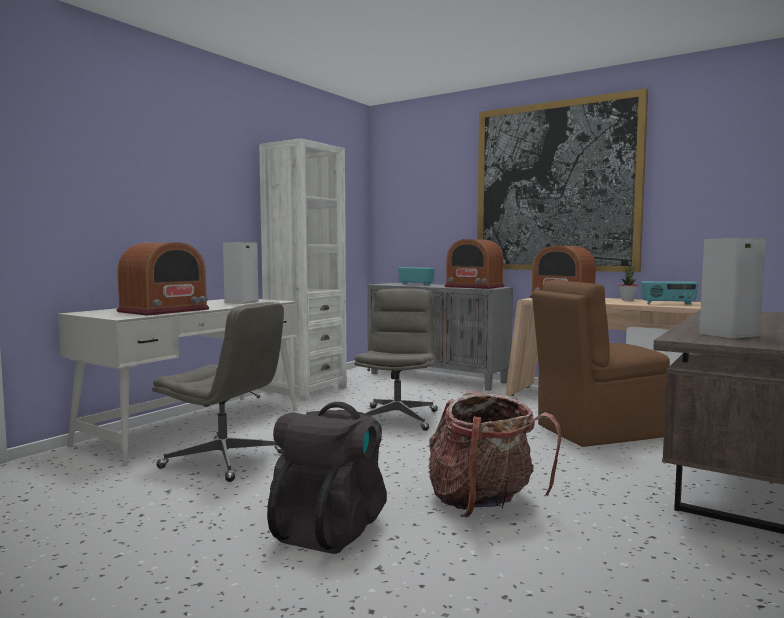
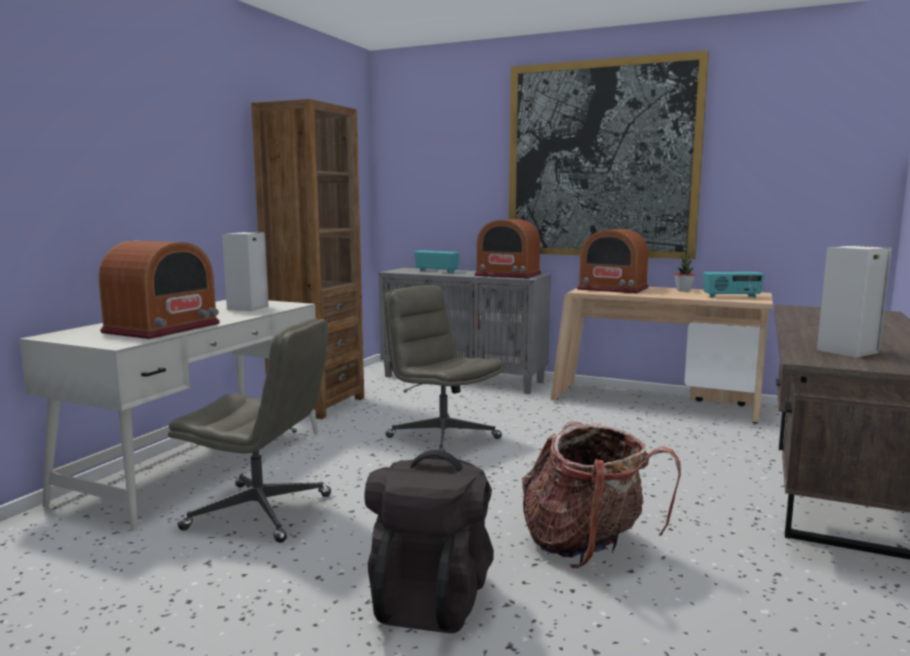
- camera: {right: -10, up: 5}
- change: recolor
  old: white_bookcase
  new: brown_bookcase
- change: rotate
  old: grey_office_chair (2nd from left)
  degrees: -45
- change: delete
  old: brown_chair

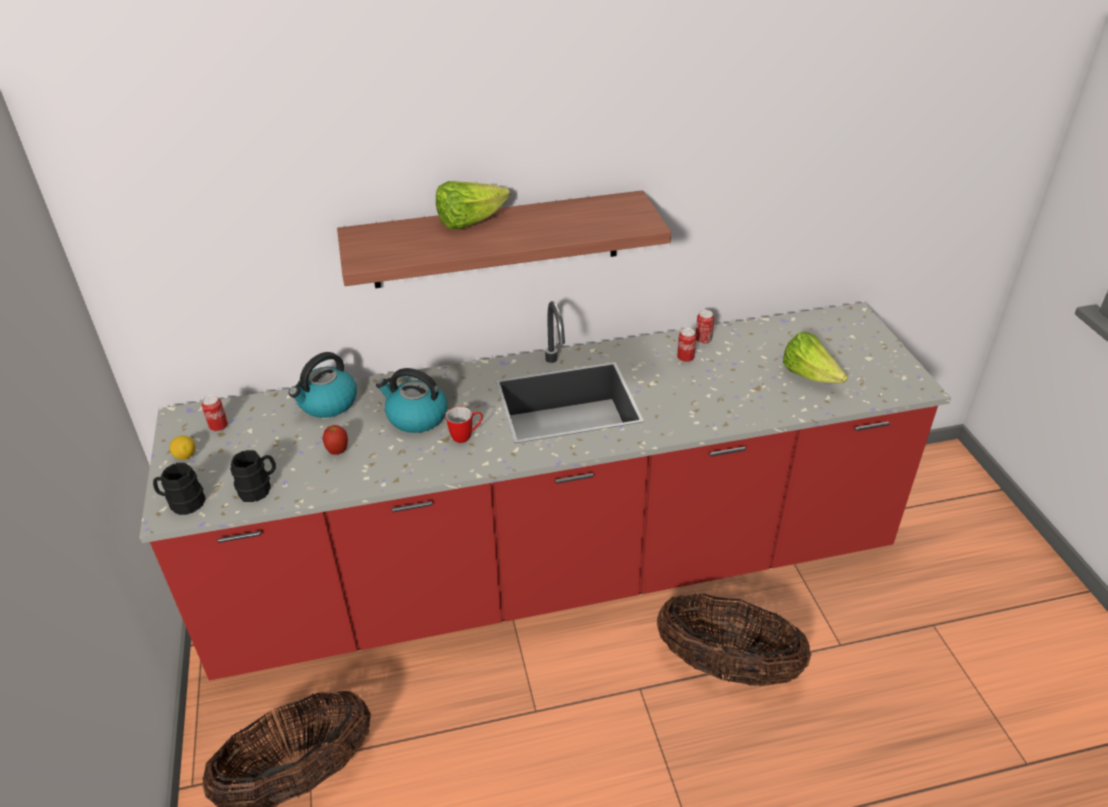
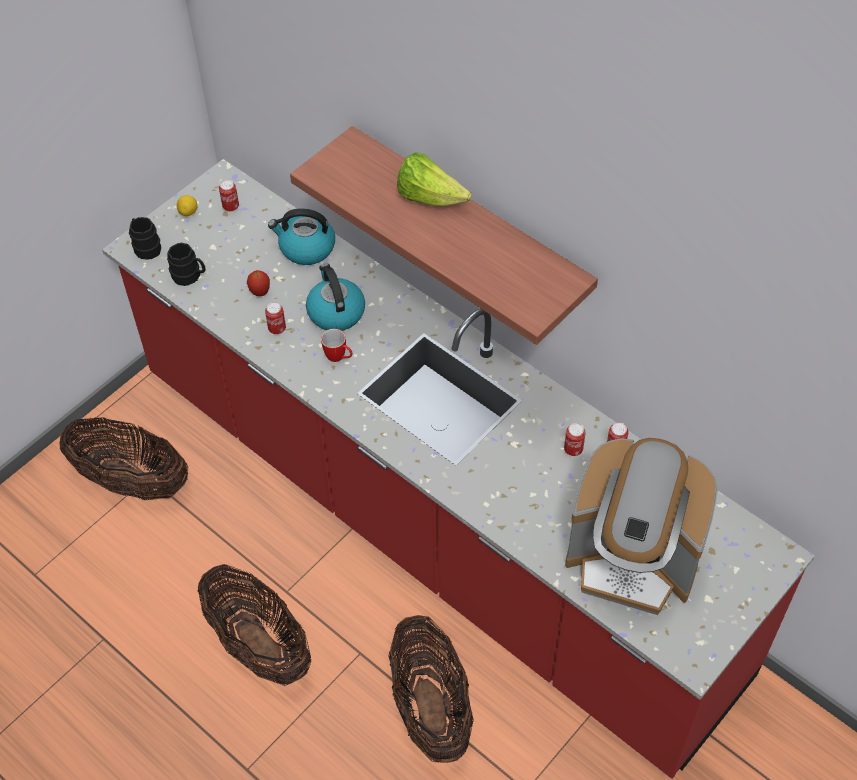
- camera: {right: 55, up: 15}
- change: replace
  old: lettuce (2nd from left)
  new: coffee_machine
- change: insert
  new: basket (2nd from left)
- change: insert
  new: can (2nd from left)

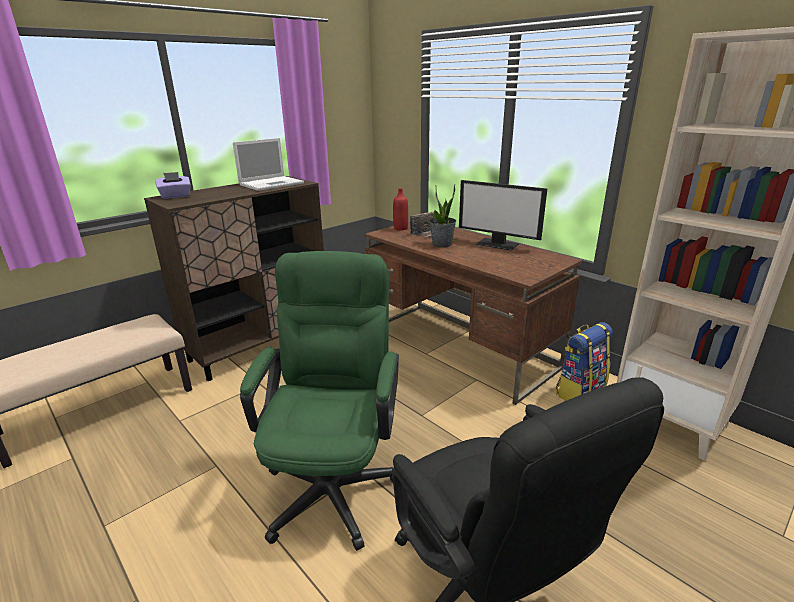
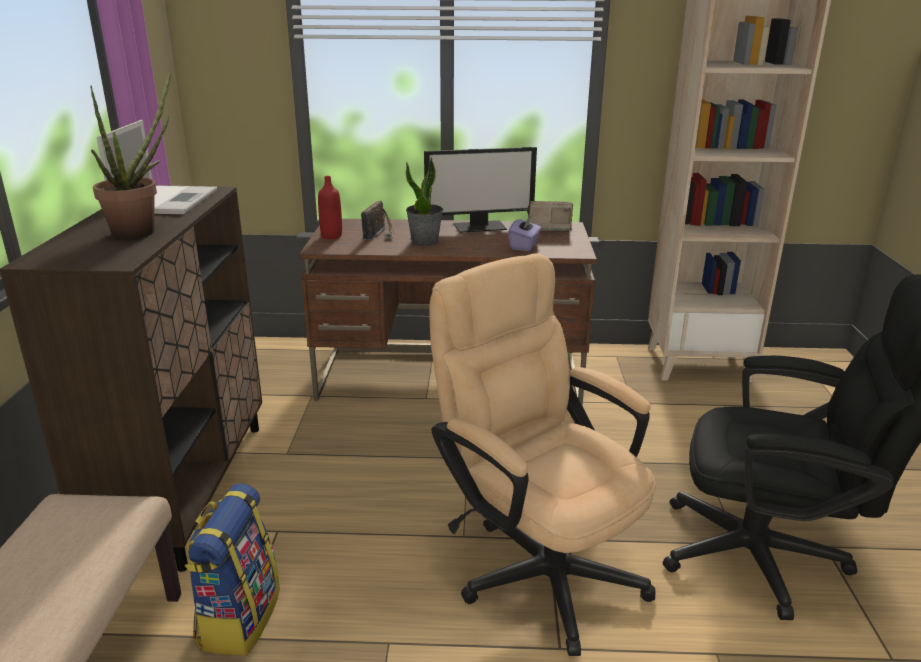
- camera: {right: -45, up: 0}
- change: move
  old: purple_tissue_box
- change: recolor
  old: green_office_chair
  new: beige_office_chair
- change: move
  old: backpack
- change: insert
  new: potted_plant (1st from left)
- change: insert
  new: radio (2nd from left)

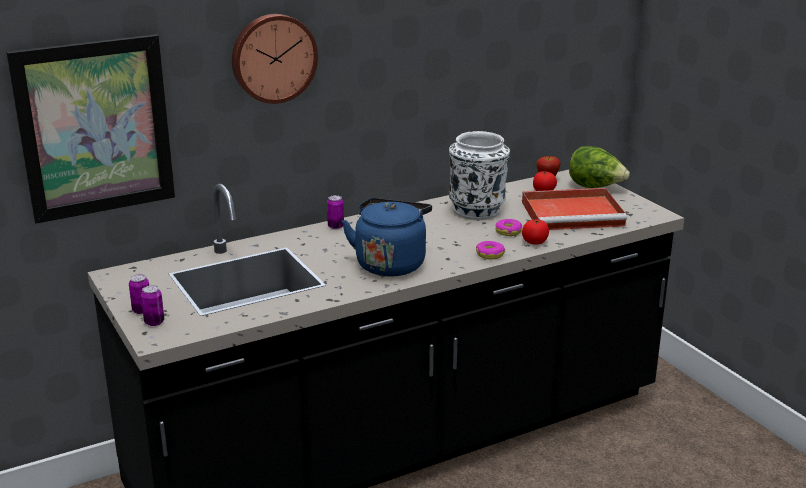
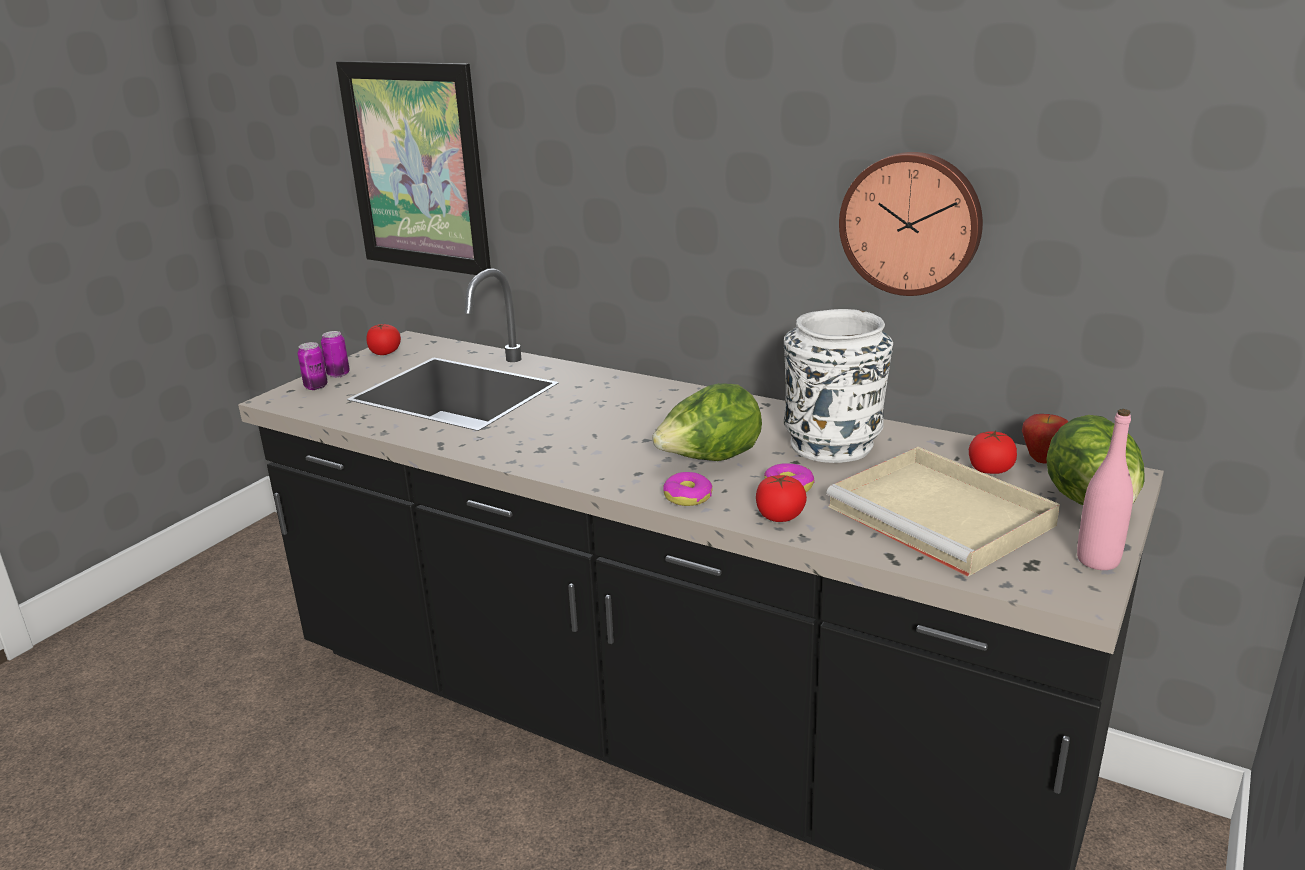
- camera: {right: 60, up: 0}
- change: move
  old: wall_clock
- change: delete
  old: can (3rd from left)
- change: delete
  old: blue_kettle
- change: recolor
  old: red_tray
  new: beige_tray
- change: insert
  new: tomato (1st from left)
- change: insert
  new: lettuce (1st from left)
- change: insert
  new: pink_bottle

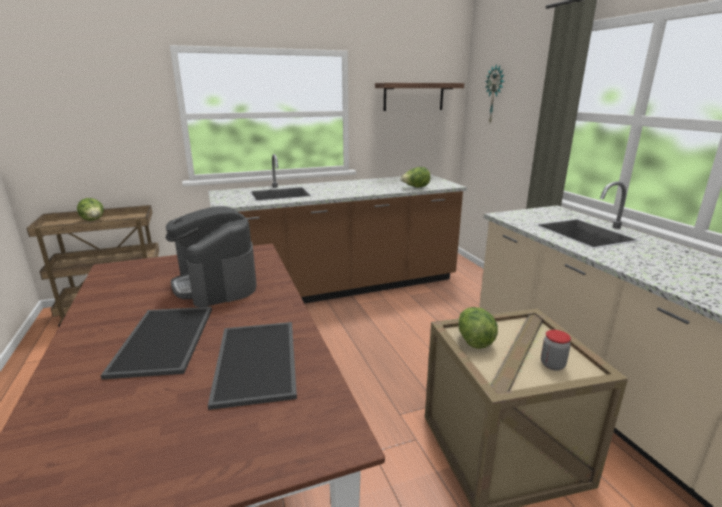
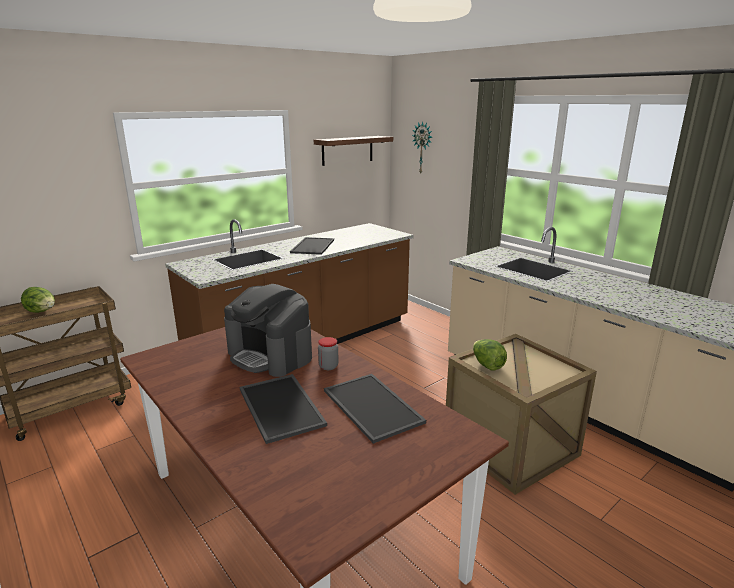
- camera: {right: -20, up: 0}
- change: delete
  old: lettuce (2nd from left)
- change: move
  old: jar
- change: insert
  new: tray (2nd from left)

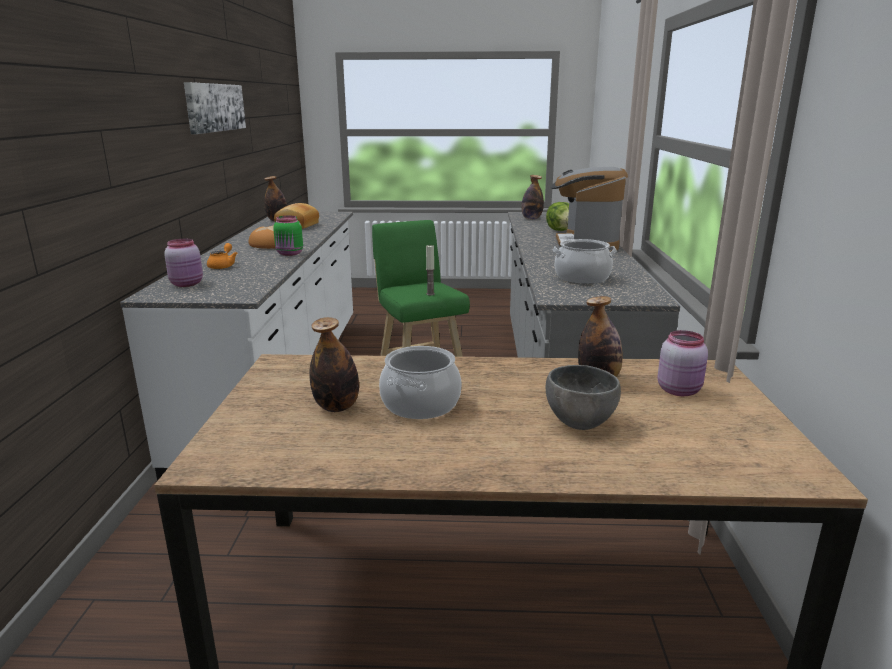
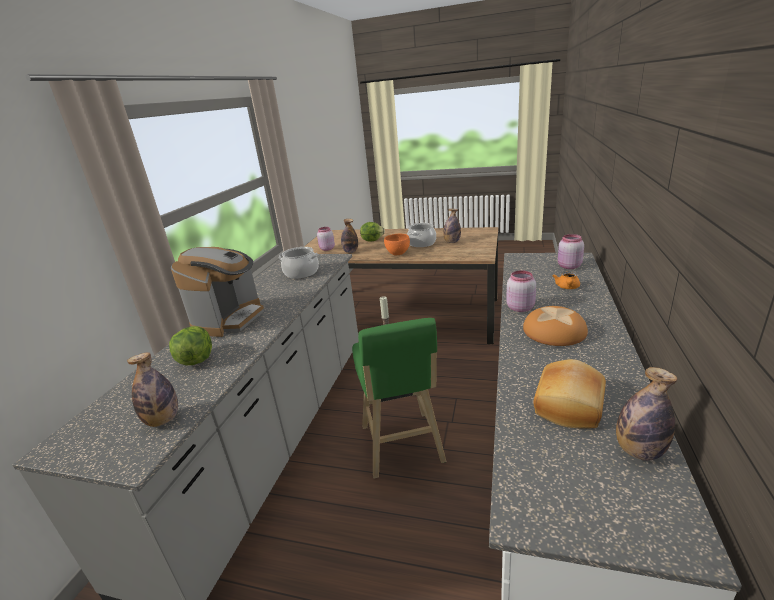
- camera: {right: -165, up: 5}
- change: delete
  old: picture
- change: recolor
  old: green_jar
  new: pink_jar (2nd from left)
- change: replace
  old: grey_bowl
  new: lettuce (2nd from left)
- change: insert
  new: orange_bowl

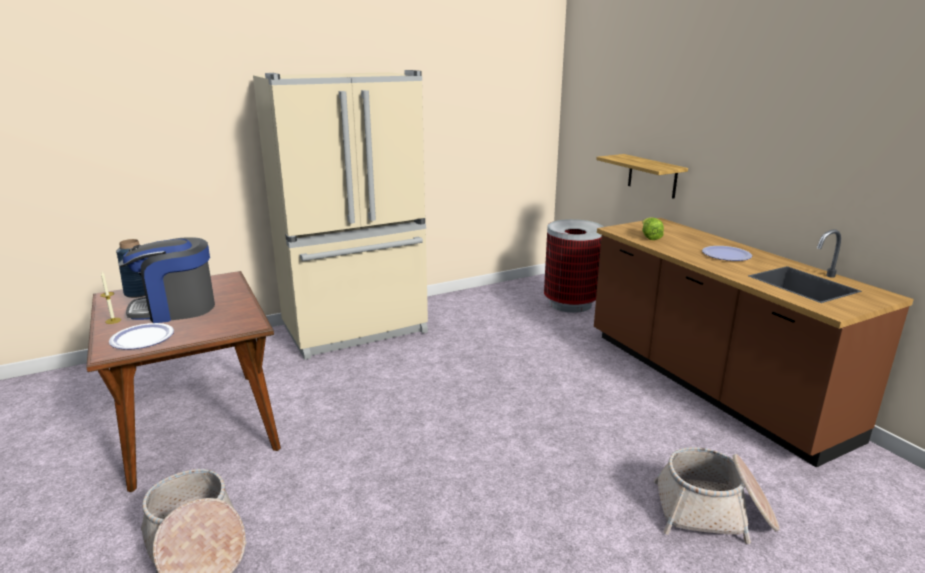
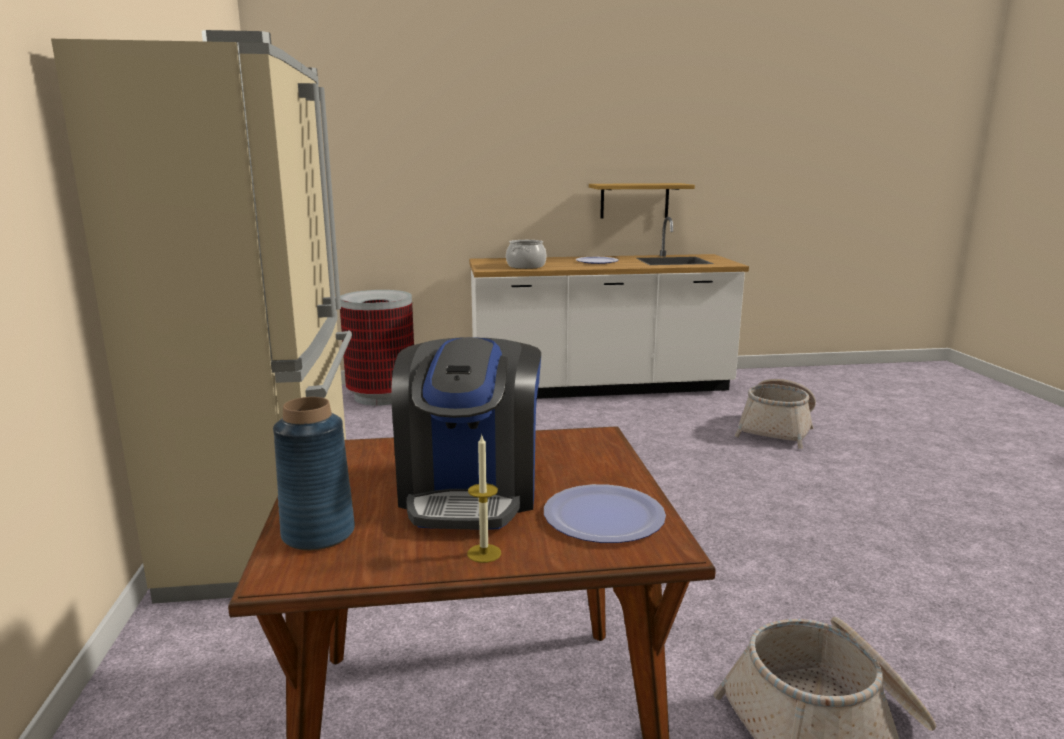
- camera: {right: -70, up: -5}
- change: recolor
  old: brown_counter
  new: white_counter
- change: move
  old: shelf
- change: replace
  old: lettuce
  new: cooking_pot

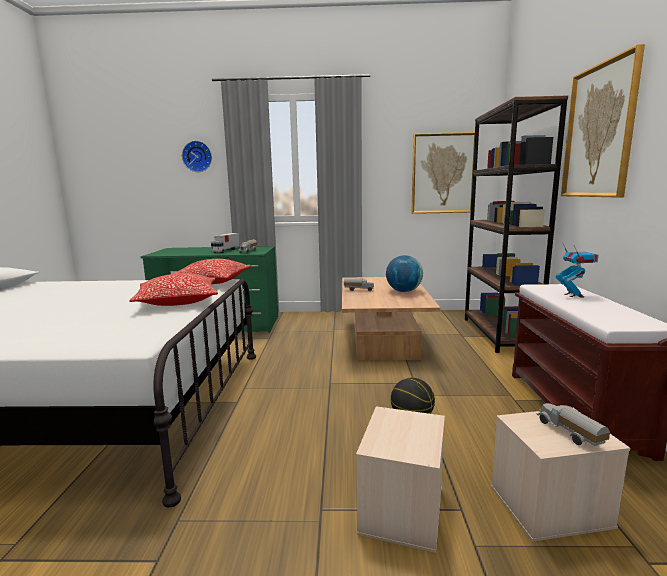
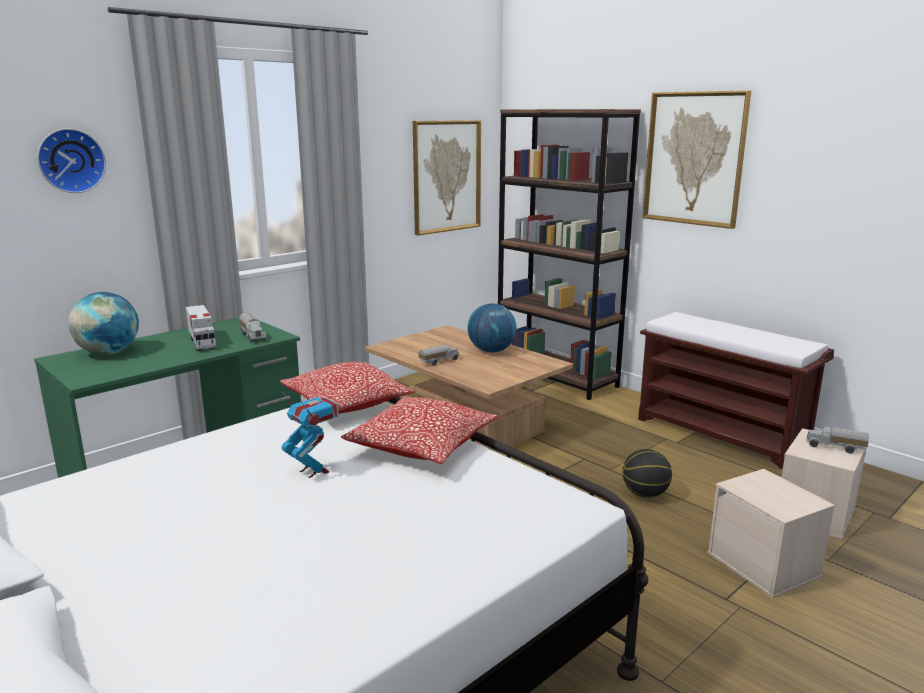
- camera: {right: -45, up: 5}
- change: move
  old: toy_robot
- change: insert
  new: globe (1st from left)

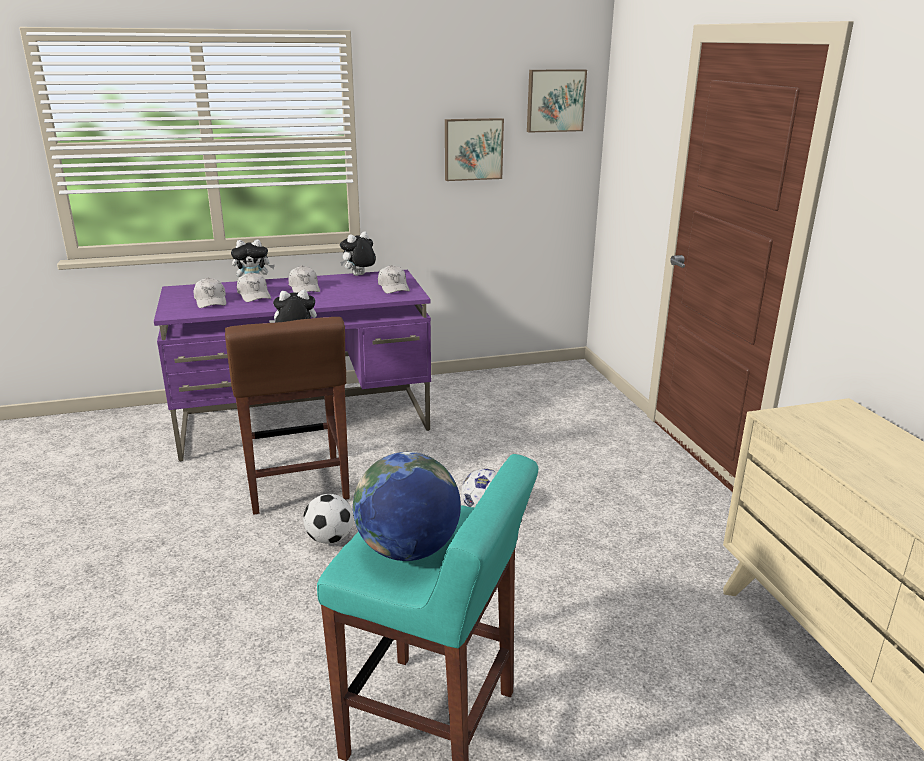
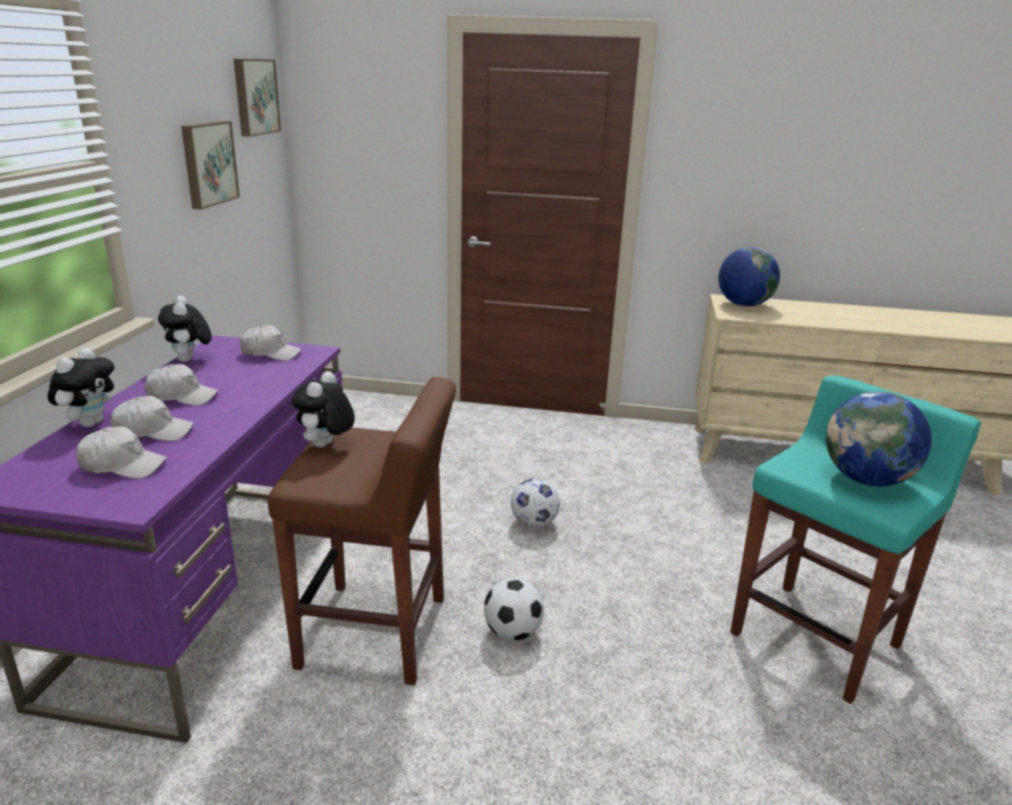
- camera: {right: -65, up: 0}
- change: insert
  new: globe (1st from left)

